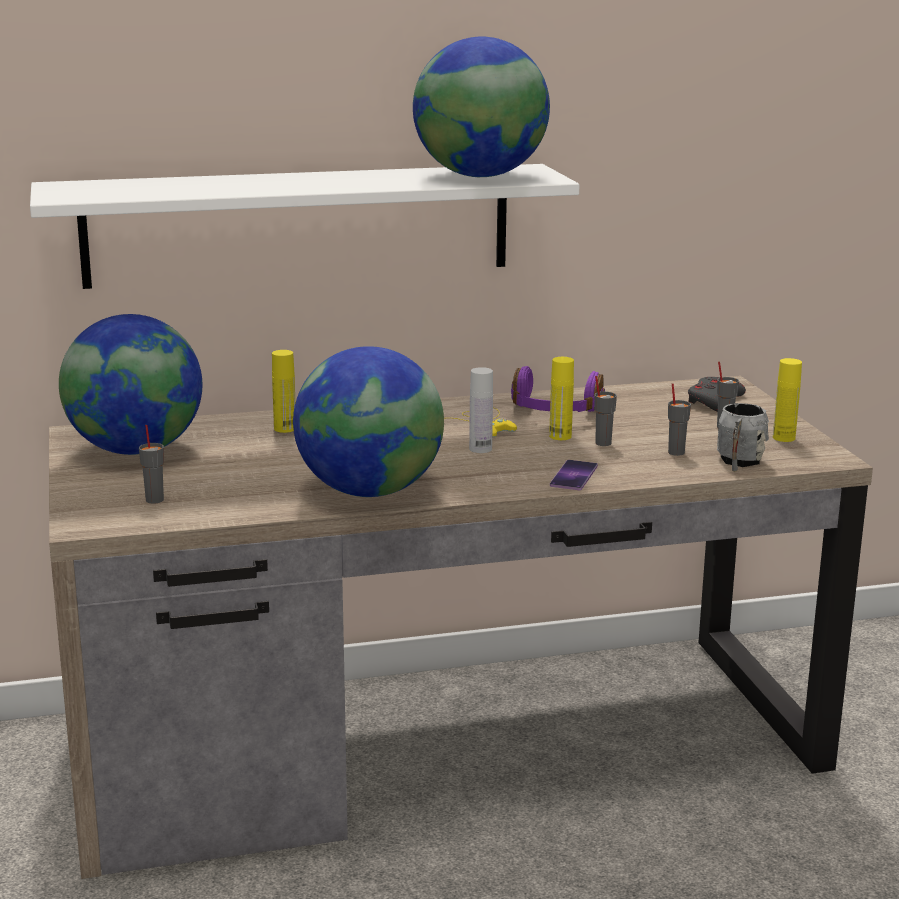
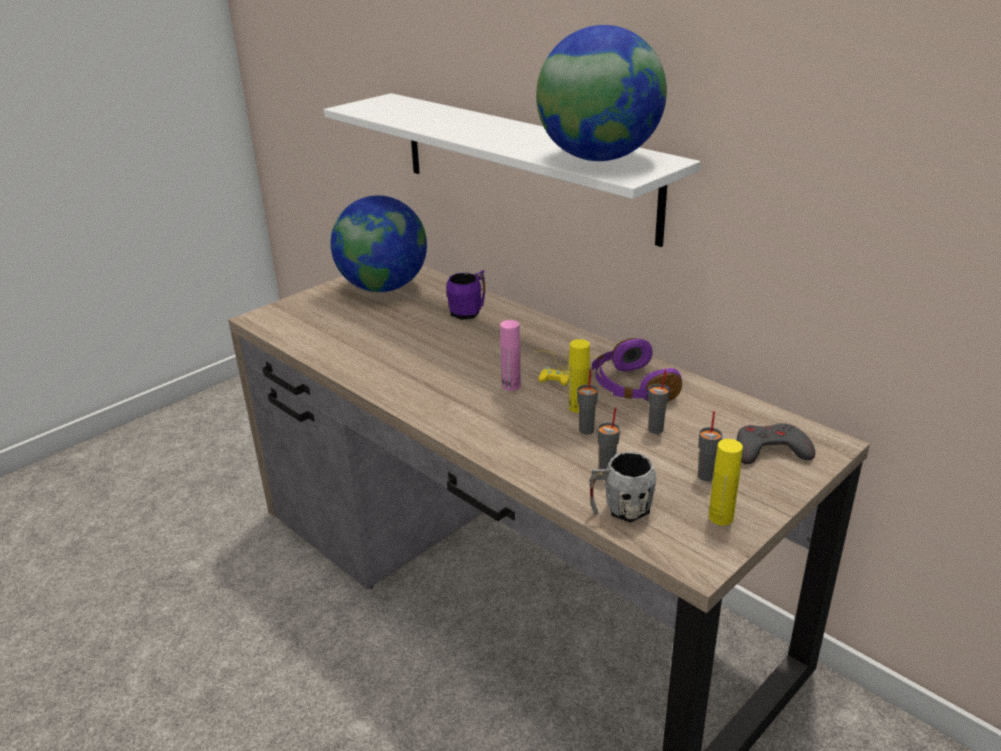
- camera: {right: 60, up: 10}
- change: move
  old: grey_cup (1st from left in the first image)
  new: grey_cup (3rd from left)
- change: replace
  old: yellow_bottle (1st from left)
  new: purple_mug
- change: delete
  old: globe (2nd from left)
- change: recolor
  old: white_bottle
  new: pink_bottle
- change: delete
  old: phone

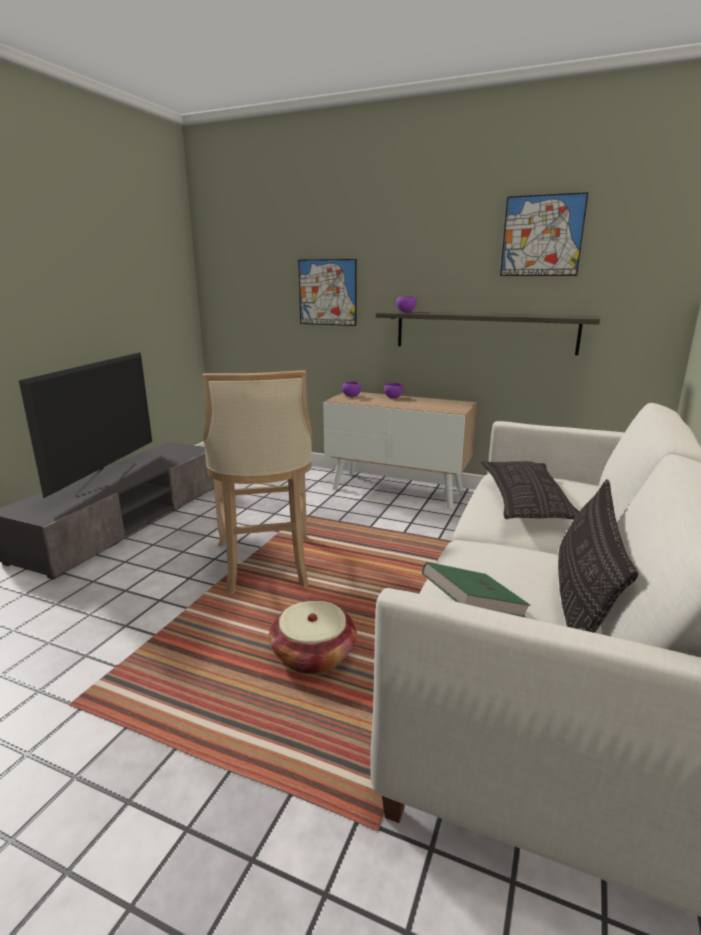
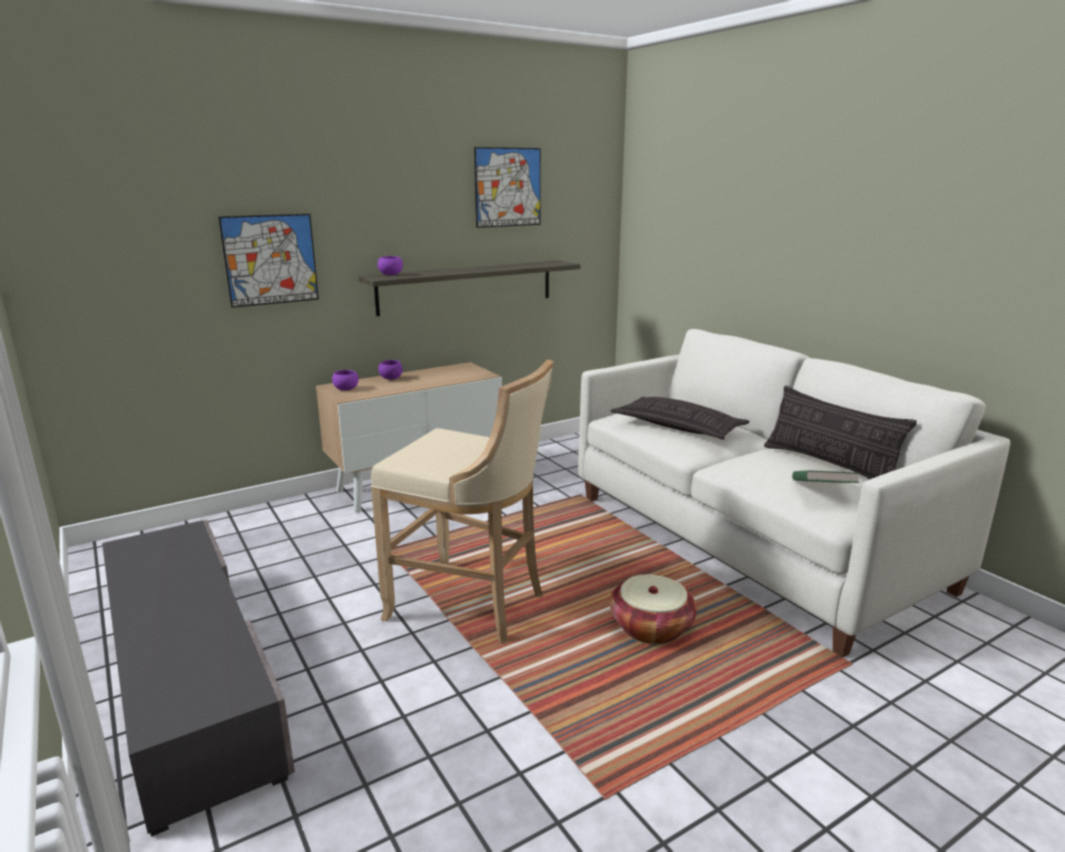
- camera: {right: -55, up: 0}
- change: delete
  old: television

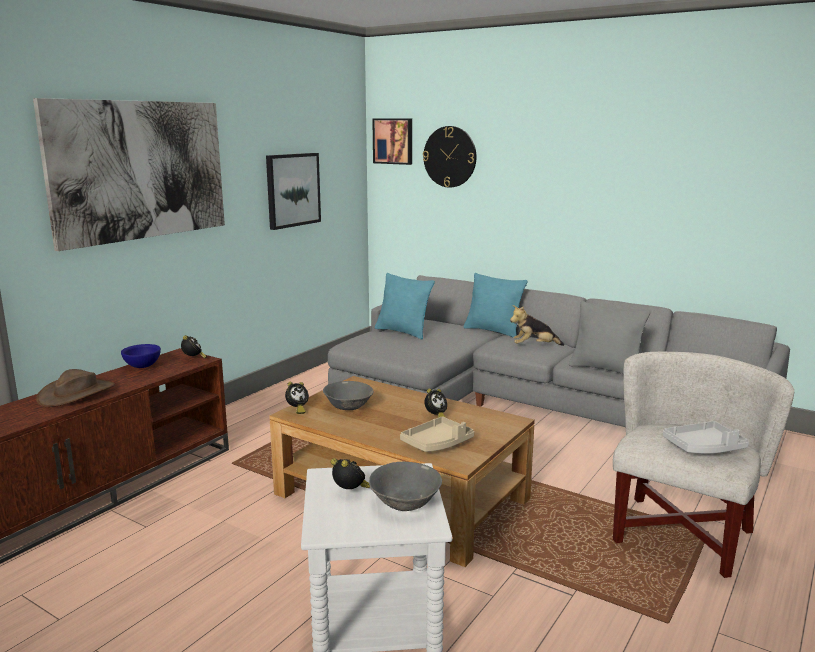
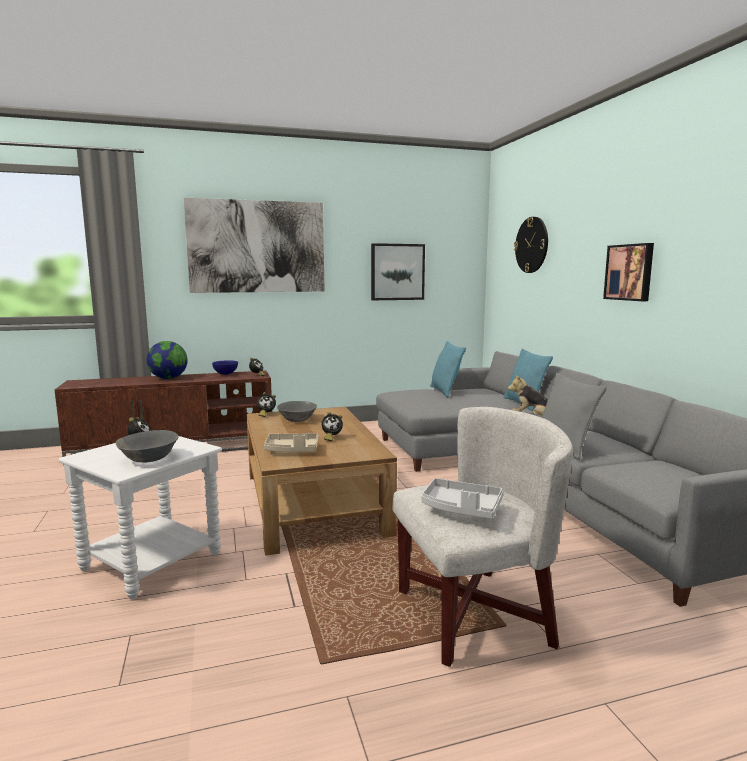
- camera: {right: 40, up: -5}
- change: replace
  old: brown_hat
  new: globe
- change: move
  old: picture (3rd from left)

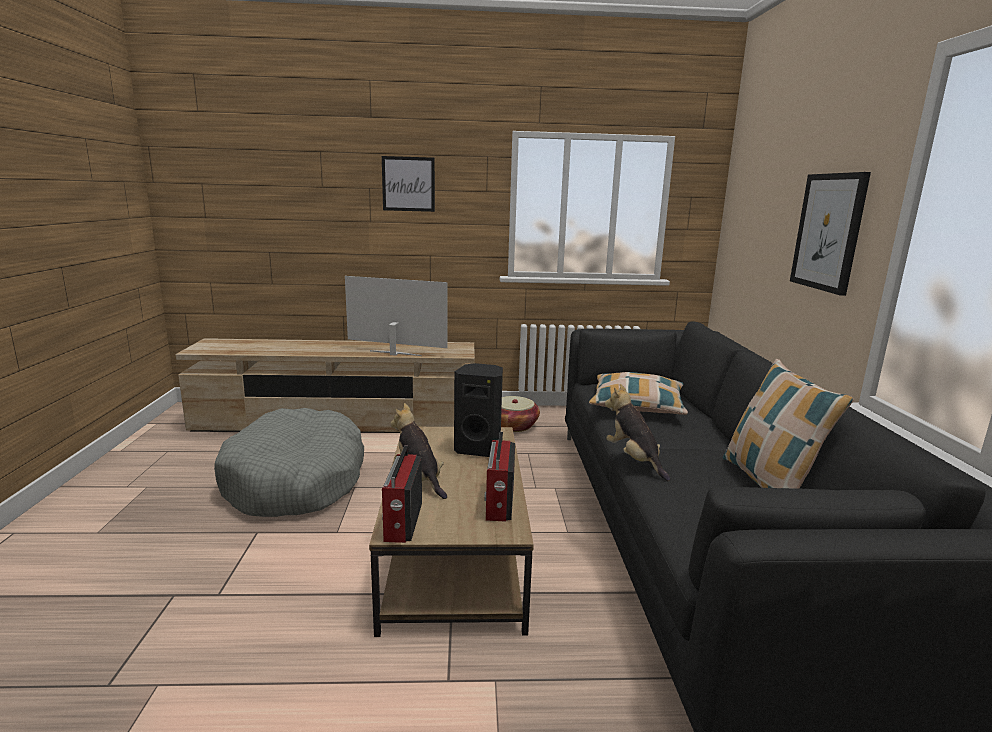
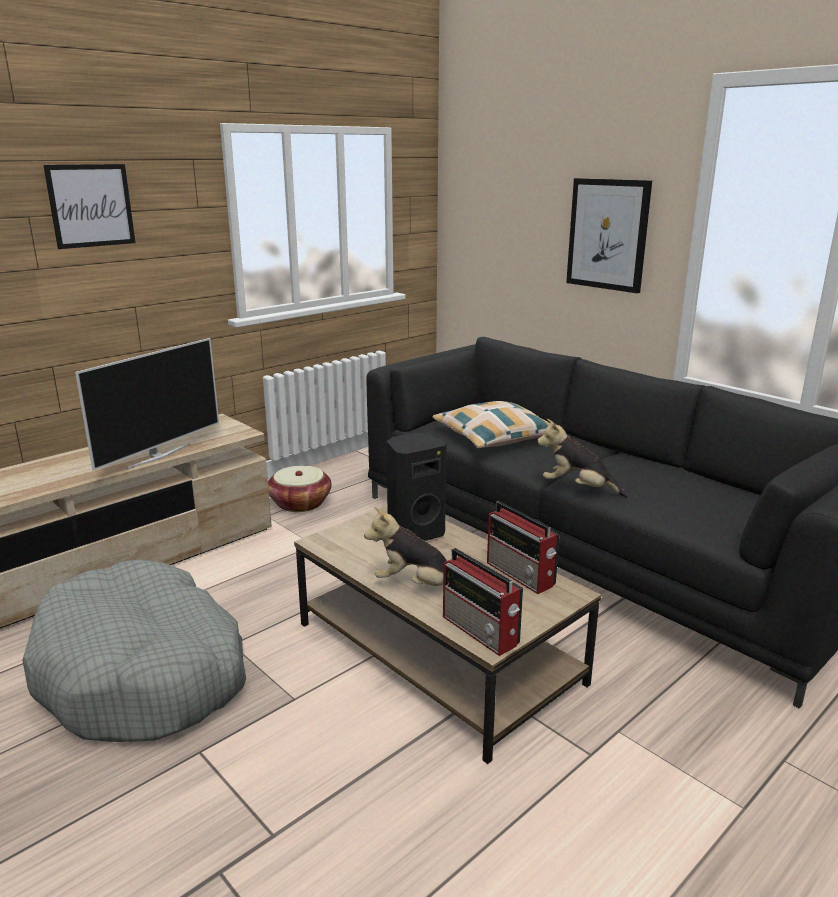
- camera: {right: -40, up: 5}
- change: rotate
  old: television
  degrees: 150
- change: delete
  old: pillow (2nd from left)

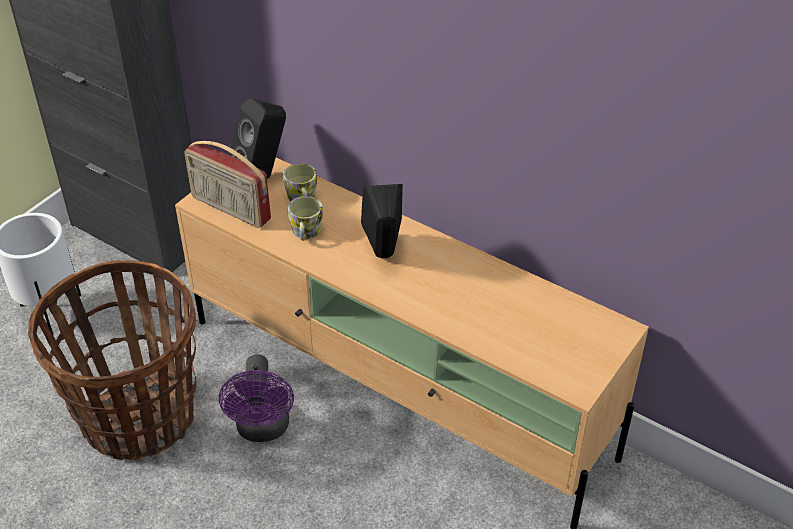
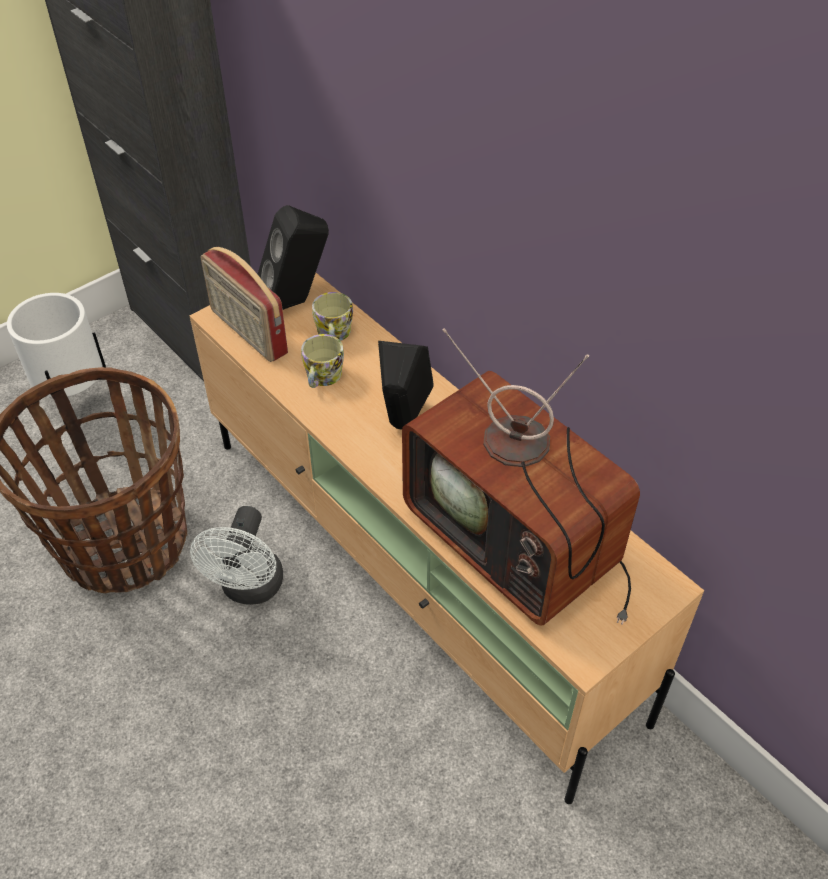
- camera: {right: 15, up: 5}
- change: recolor
  old: purple_fan
  new: white_fan
- change: insert
  new: television

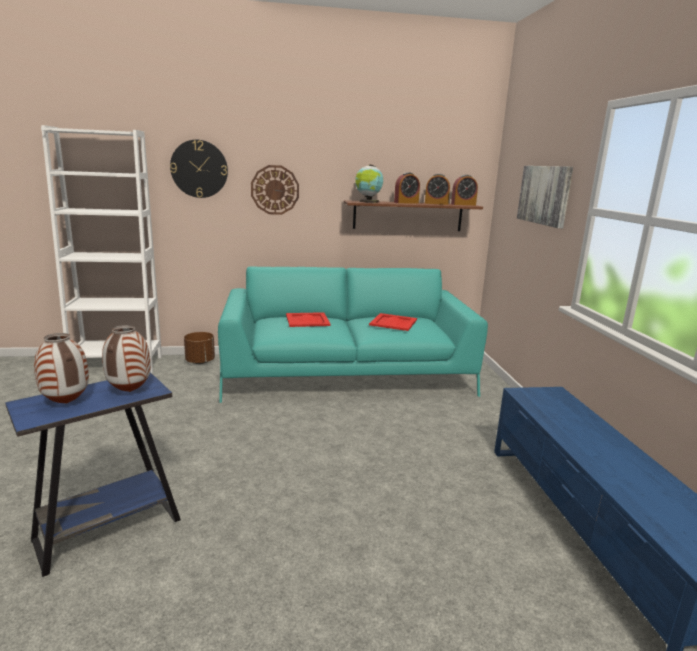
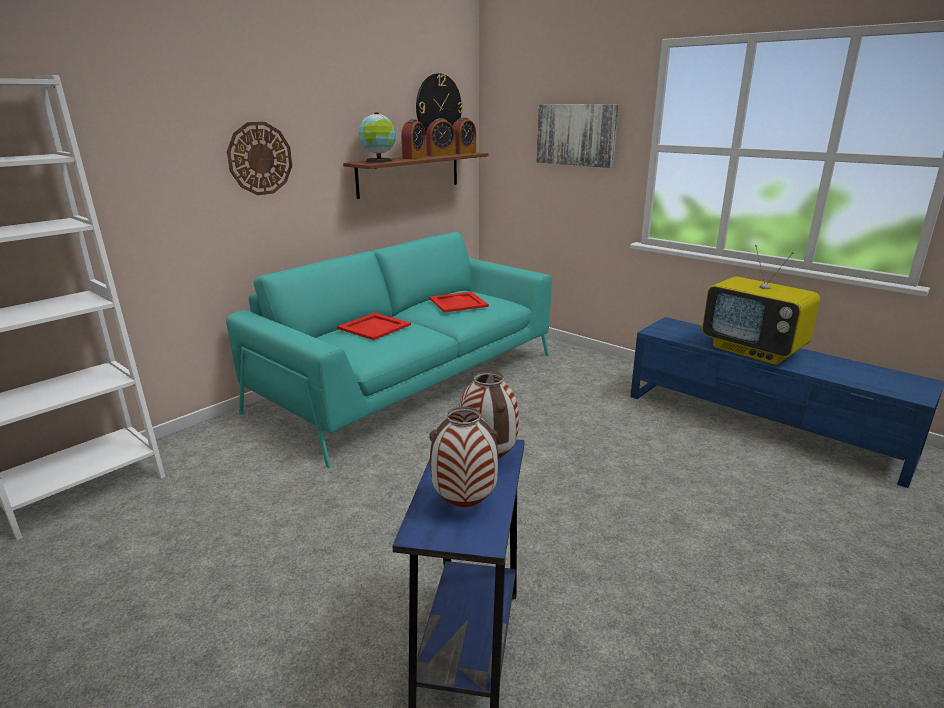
- camera: {right: -40, up: 5}
- change: move
  old: wall_clock (1st from left in the first image)
  new: wall_clock (2nd from left)
- change: delete
  old: brown_planter
- change: insert
  new: television

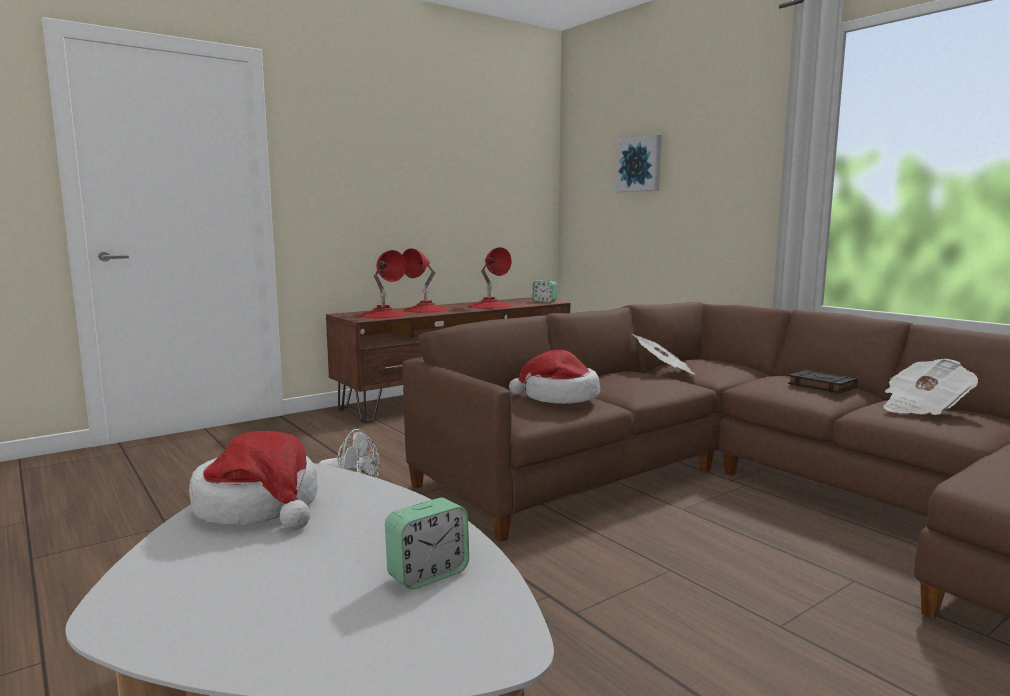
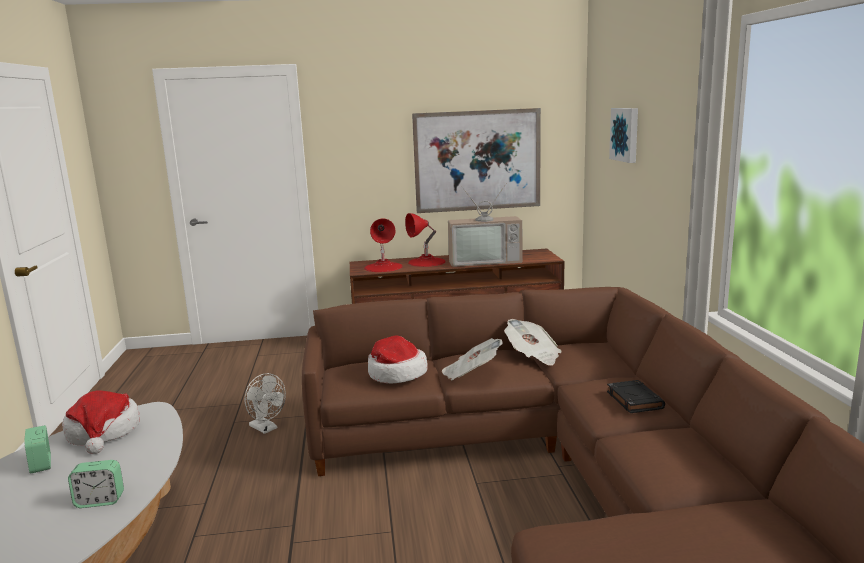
- camera: {right: 30, up: 5}
- change: replace
  old: red_table_lamp (3rd from left)
  new: television
- change: move
  old: alarm_clock (2nd from left in the first image)
  new: alarm_clock (1st from left)
- change: move
  old: newspaper (2nd from left in the first image)
  new: newspaper (1st from left)
- change: insert
  new: picture (1st from left)

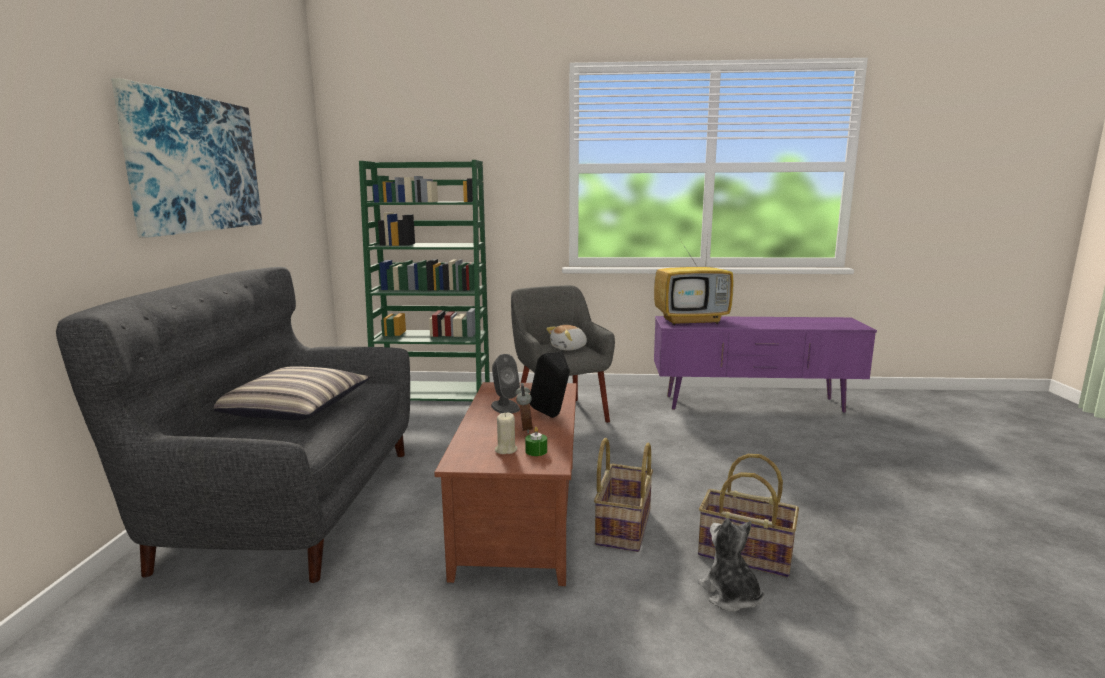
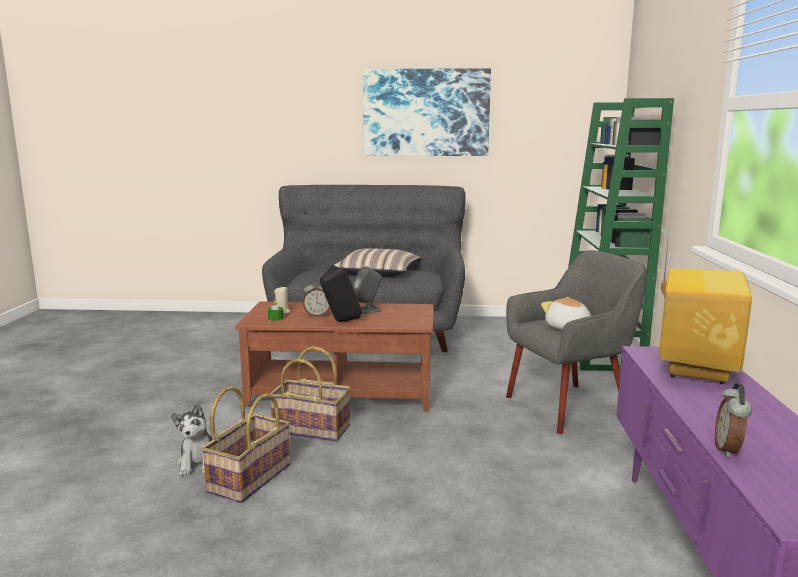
- camera: {right: 90, up: 0}
- change: rotate
  old: television
  degrees: -150
- change: rotate
  old: plush_toy (2nd from left in the first image)
  degrees: 105
- change: insert
  new: alarm_clock (2nd from left)

